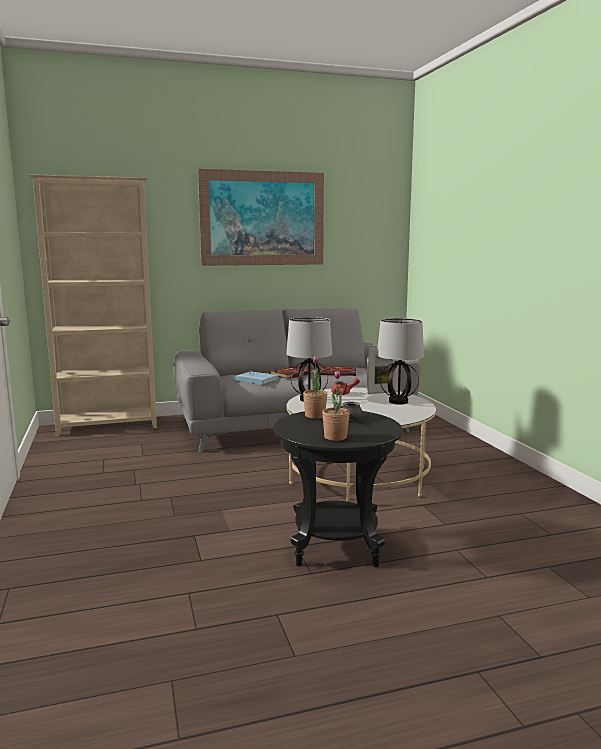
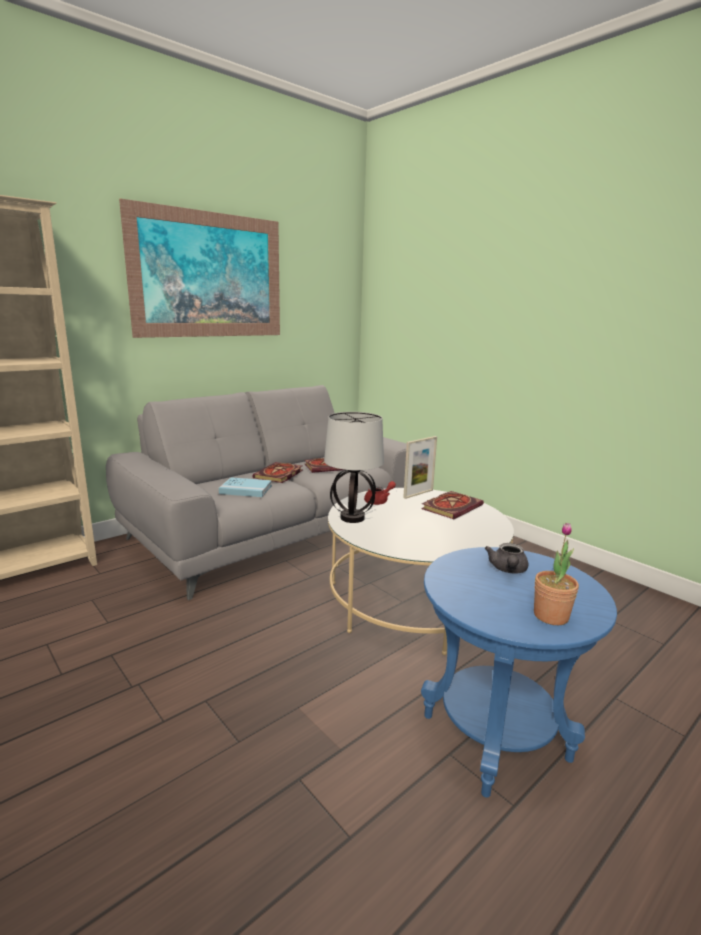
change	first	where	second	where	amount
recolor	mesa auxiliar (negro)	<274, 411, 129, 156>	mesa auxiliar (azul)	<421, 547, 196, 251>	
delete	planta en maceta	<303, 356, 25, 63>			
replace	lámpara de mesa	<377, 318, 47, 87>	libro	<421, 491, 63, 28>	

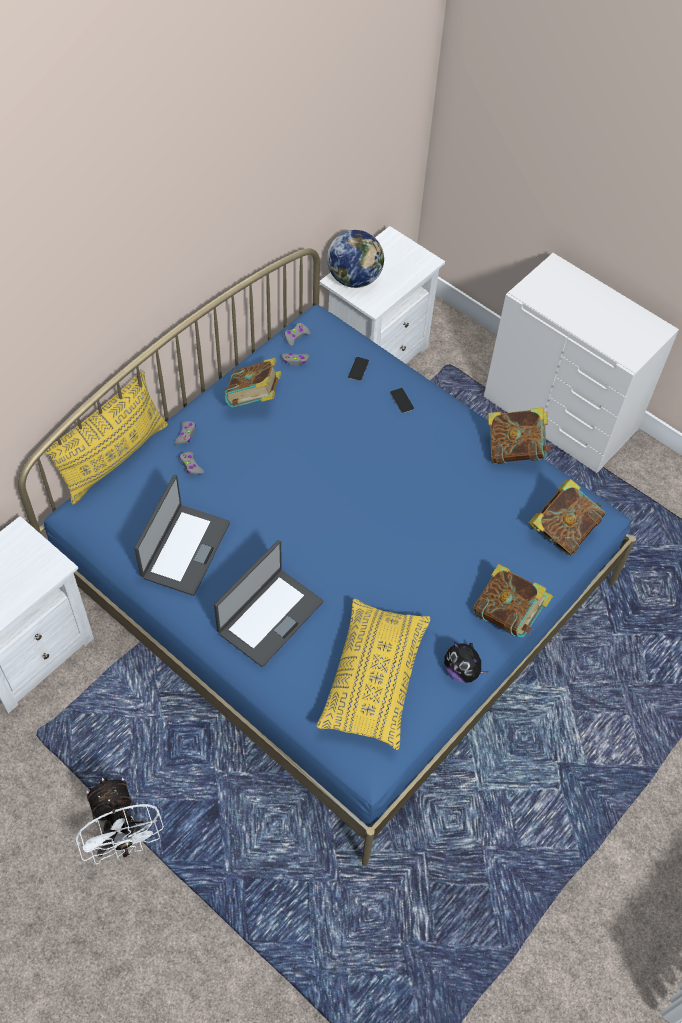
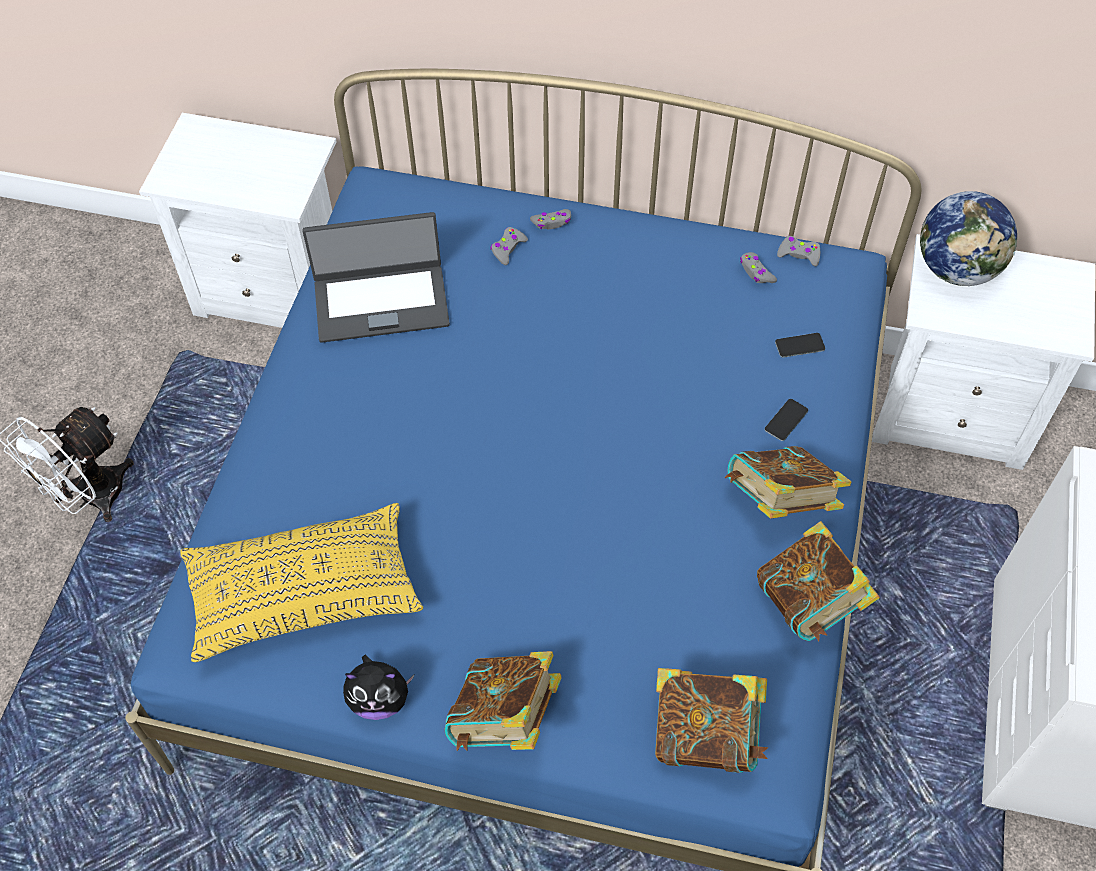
change	first	where	second	where	amount
delete	cojín (amarillo)	<45, 370, 123, 135>			
delete	portátil	<214, 540, 109, 127>			
move	libro	<225, 358, 57, 50>		<725, 446, 126, 73>	
rotate	peluche	<444, 641, 44, 42>		<343, 655, 71, 65>	105 degrees counterclockwise

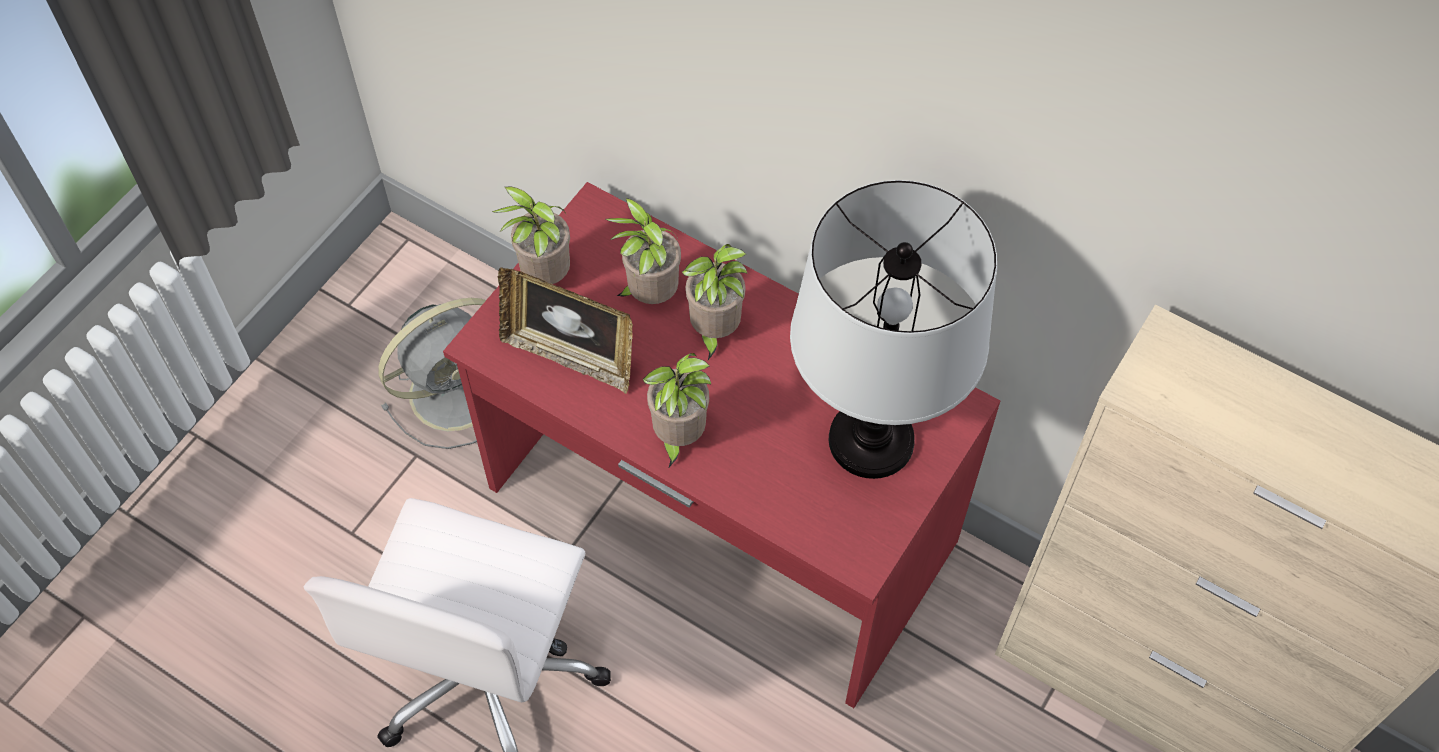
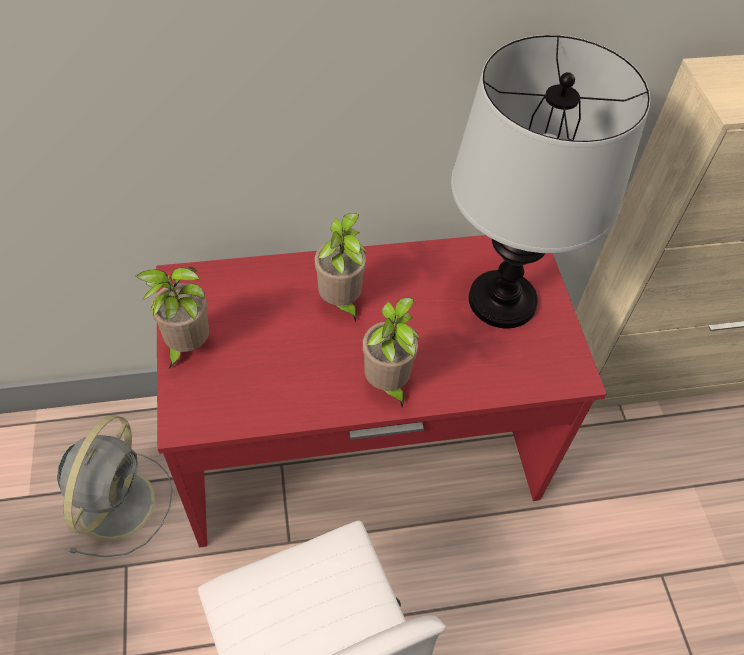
change	first	where	second	where	amount
delete	portarretratos	<498, 267, 135, 127>			
delete	planta en maceta	<606, 198, 75, 106>			

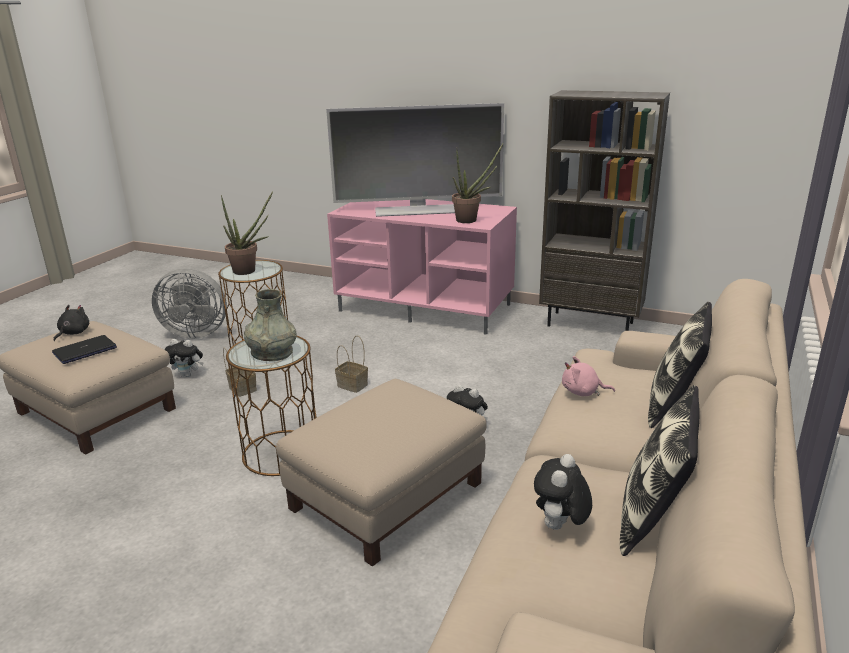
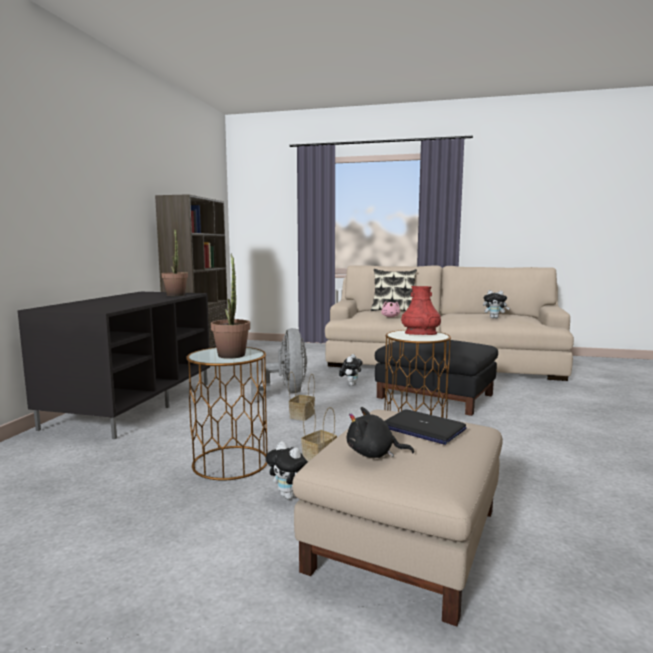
change	first	where	second	where	amount
move	ventilador (gris)	<152, 269, 75, 70>		<251, 328, 56, 73>	
rotate	peluche	<164, 339, 40, 38>		<265, 441, 43, 59>	135 degrees clockwise
recolor	florero (gris)	<244, 289, 53, 72>	florero (rojo)	<401, 286, 40, 49>	
recolor	puf (beis)	<276, 379, 211, 187>	puf (negro)	<375, 340, 123, 76>	
delete	televisor	<326, 103, 178, 114>			
recolor	mueble de televisión (rosa)	<327, 199, 190, 136>	mueble de televisión (negro)	<17, 292, 193, 147>	
delete	cojín	<620, 385, 79, 171>			

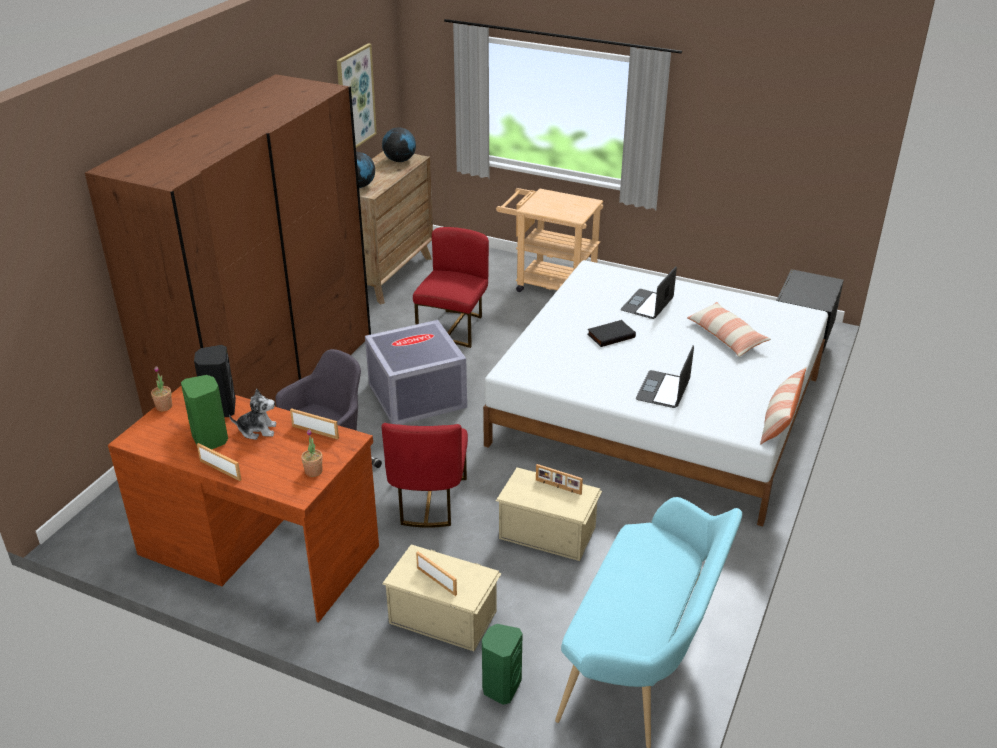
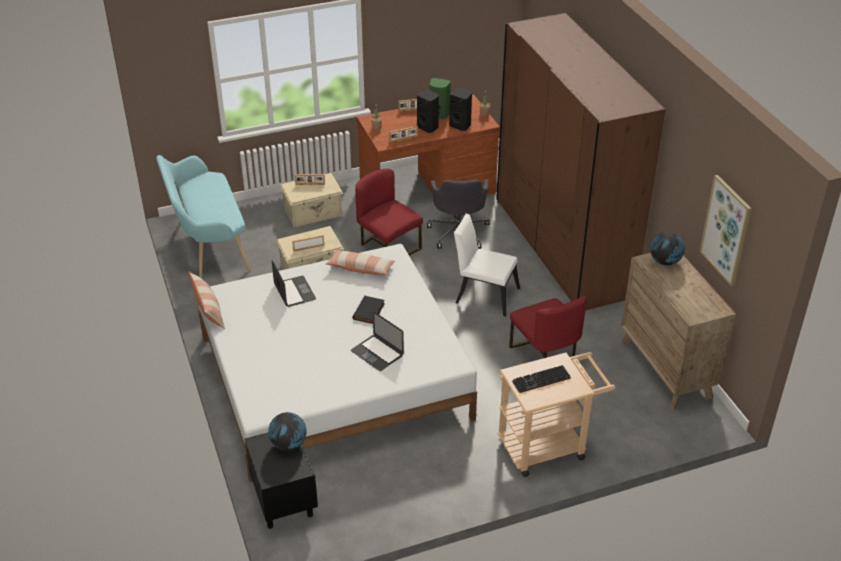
change	first	where	second	where	amount
replace	peluche	<229, 388, 48, 52>	altavoz (negro)	<417, 90, 22, 43>	
replace	caja de almacenaje (gris)	<365, 320, 102, 105>	silla (blanco)	<454, 213, 66, 104>	
move	globo terráqueo	<382, 128, 34, 34>		<268, 412, 38, 39>	
delete	altavoz (verde)	<482, 624, 40, 81>			
rotate	portátil	<621, 266, 56, 53>		<351, 311, 53, 60>	150 degrees clockwise
move	cojín	<687, 302, 84, 55>		<325, 250, 70, 25>	
insert			teclado	<512, 365, 59, 28>	

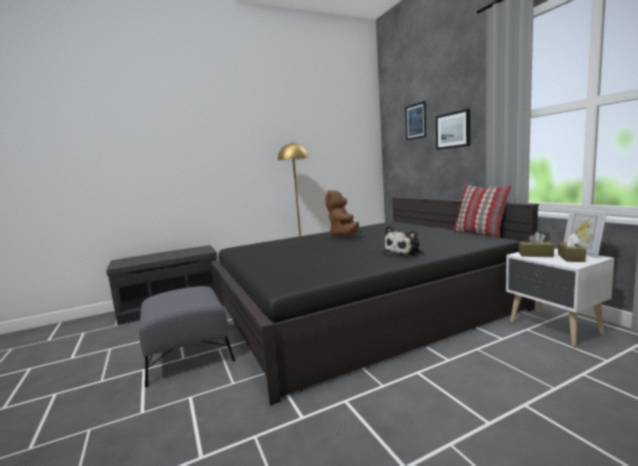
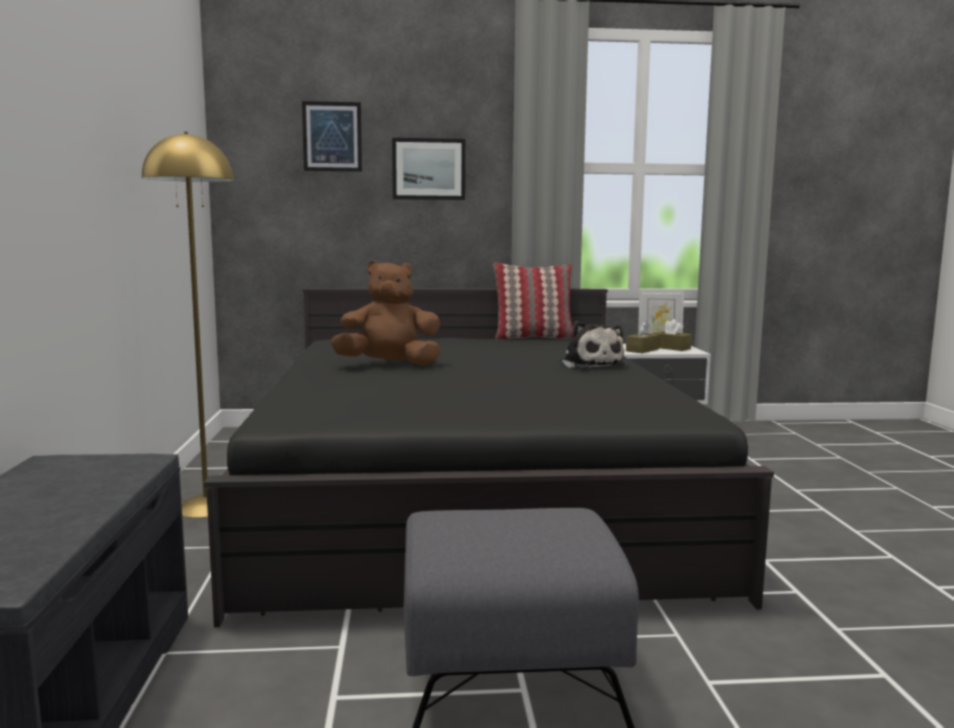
change	first	where	second	where	amount
rotate	peluche (marrón)	<325, 190, 34, 47>		<330, 260, 111, 106>	150 degrees clockwise

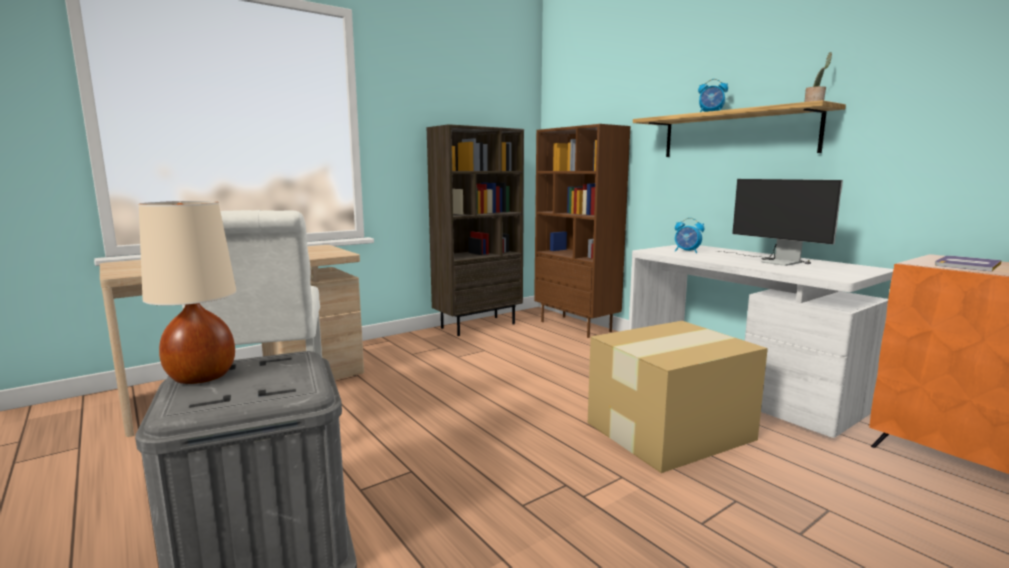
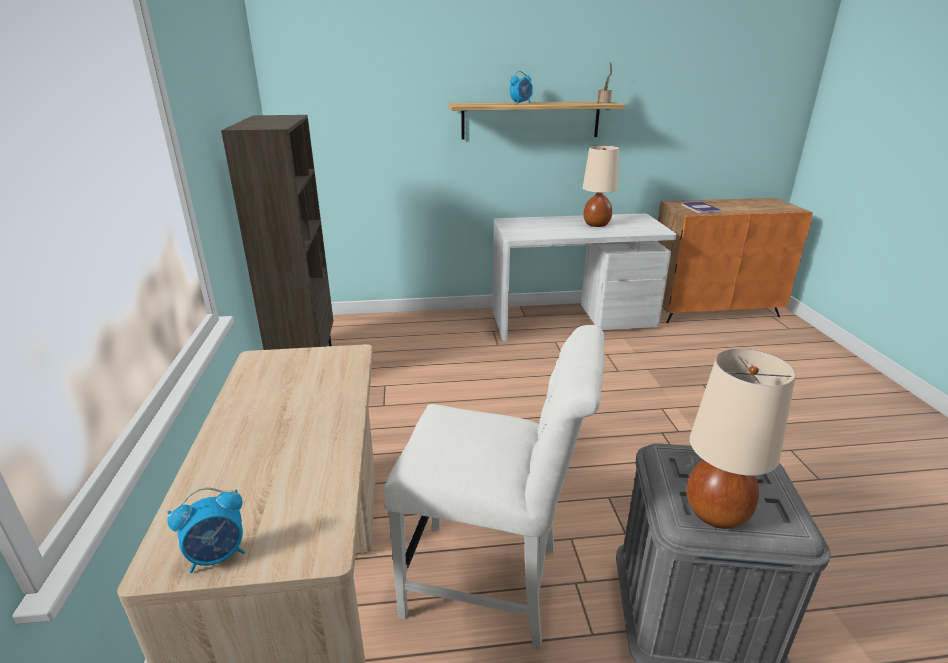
change	first	where	second	where	amount
delete	estantería (marrón)	<534, 124, 96, 214>			
delete	caja de cartón	<588, 321, 180, 152>			
move	despertador	<675, 218, 30, 35>		<167, 487, 78, 86>	
replace	monitor	<720, 179, 123, 87>	lámpara de mesa (beis)	<583, 145, 36, 82>	

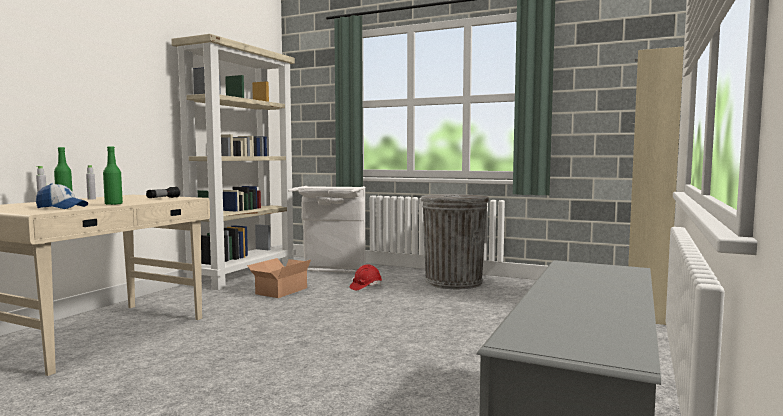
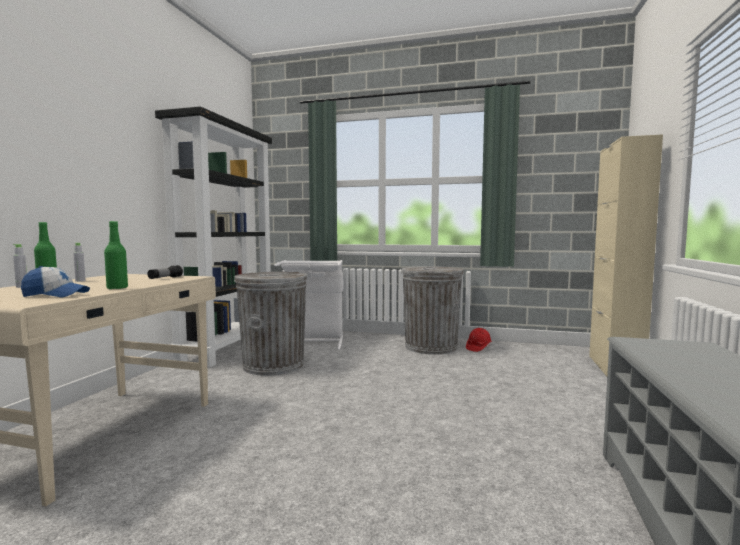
change	first	where	second	where	amount
recolor	estantería (beis)	<171, 34, 125, 256>	estantería (negro)	<155, 106, 117, 262>	
replace	caja de cartón	<247, 258, 64, 40>	papelera (gris)	<234, 272, 74, 104>	
move	casco (rojo)	<350, 264, 32, 26>		<466, 328, 26, 24>	

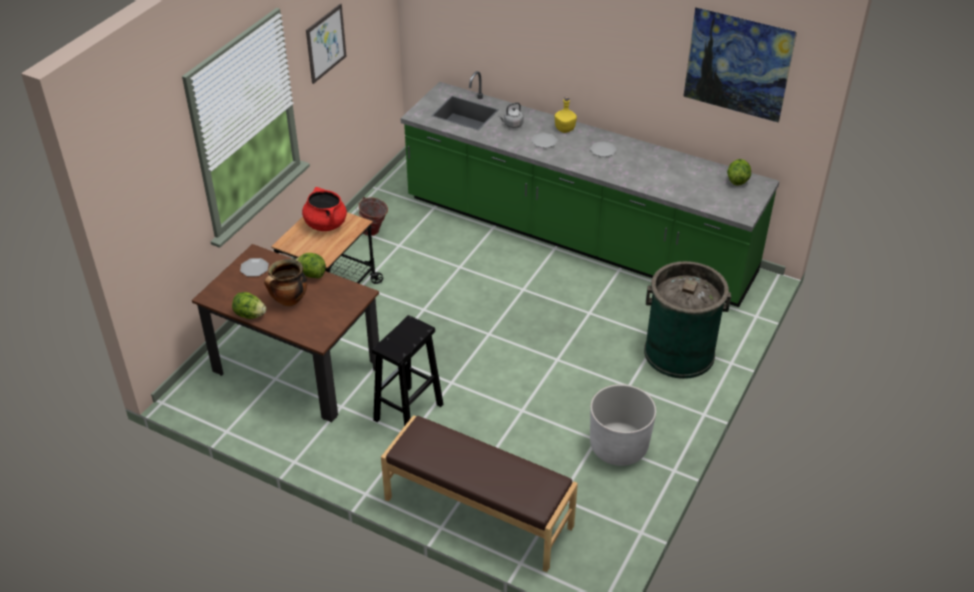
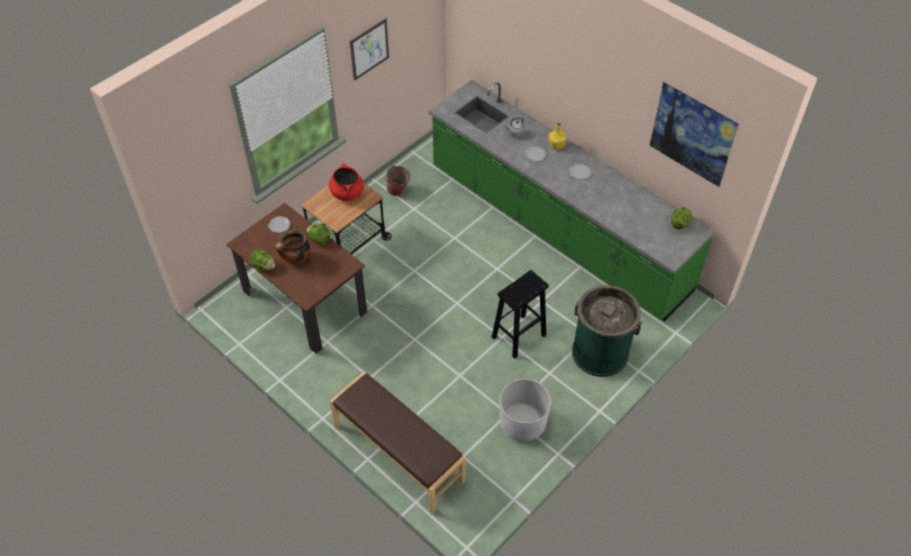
change	first	where	second	where	amount
move	taburete (negro)	<372, 315, 71, 111>		<492, 270, 57, 89>	

